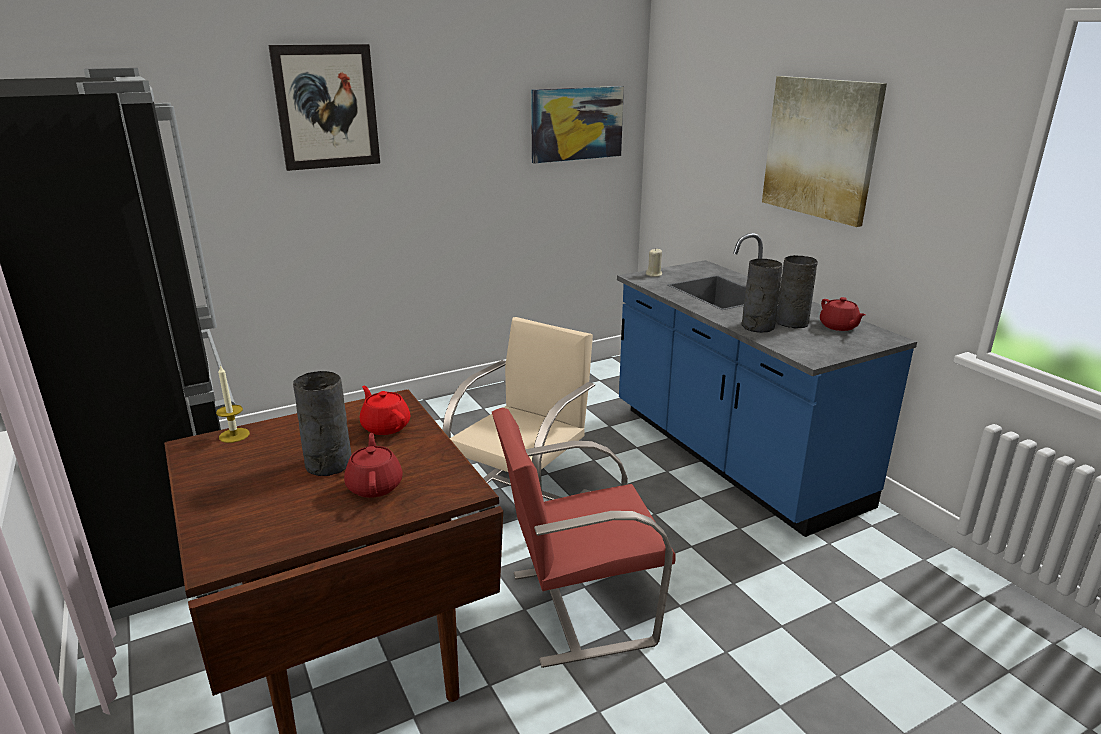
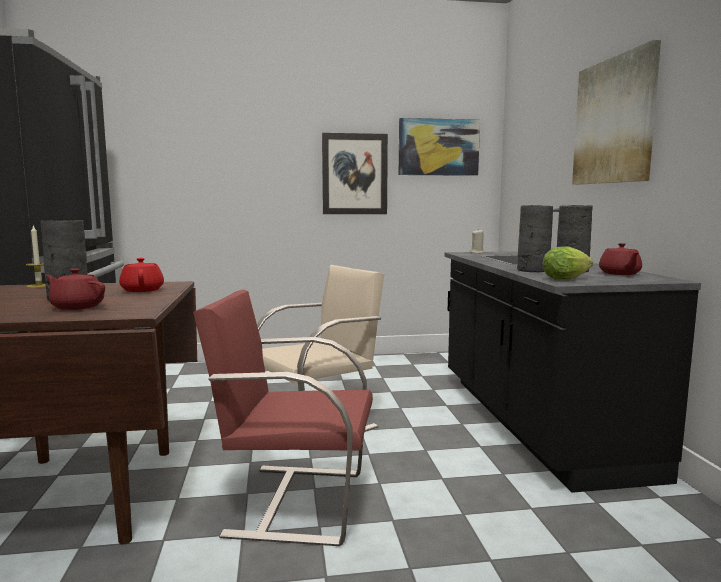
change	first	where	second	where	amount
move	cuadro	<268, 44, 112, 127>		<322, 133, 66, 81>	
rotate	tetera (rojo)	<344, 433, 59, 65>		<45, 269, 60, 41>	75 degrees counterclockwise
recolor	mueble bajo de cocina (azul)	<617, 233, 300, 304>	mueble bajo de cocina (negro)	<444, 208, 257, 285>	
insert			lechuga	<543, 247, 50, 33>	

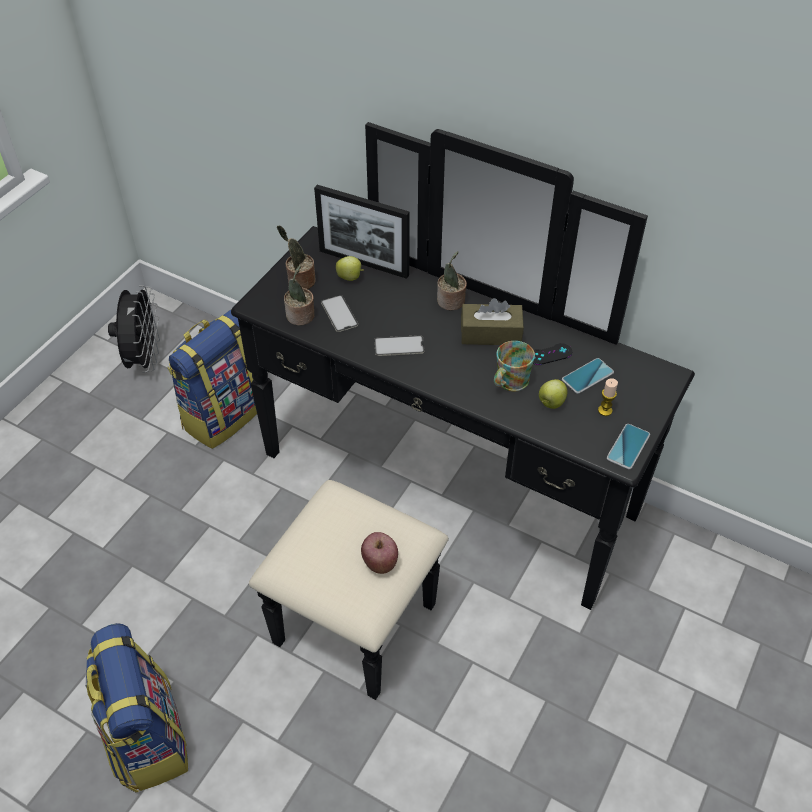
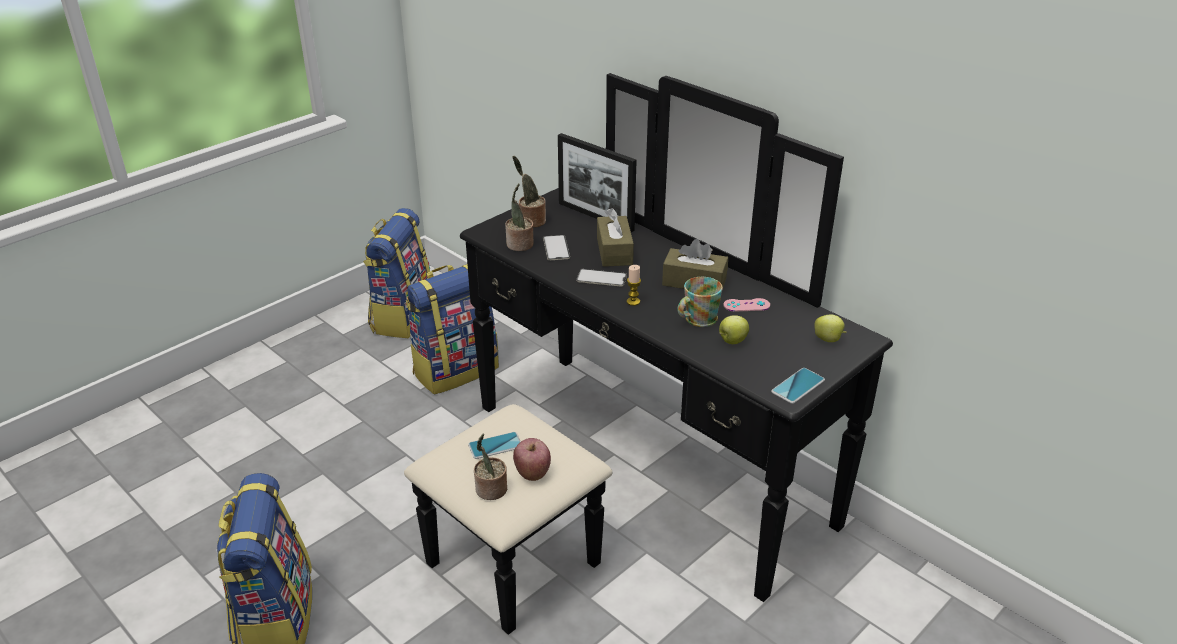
change	first	where	second	where	amount
replace	ventilador (negro)	<108, 285, 52, 88>	mochila	<363, 208, 67, 130>	
move	manzana	<336, 256, 28, 25>		<814, 314, 33, 28>	
move	planta en maceta	<437, 251, 30, 59>		<474, 434, 33, 66>	
recolor	mando de consola (negro)	<533, 343, 39, 22>	mando de consola (rosa)	<724, 298, 46, 14>	
move	móvil	<562, 358, 52, 36>		<468, 432, 53, 27>	
move	vela	<598, 378, 20, 38>		<627, 265, 14, 41>	
insert			caja de pañuelos (marrón)	<597, 208, 37, 59>	

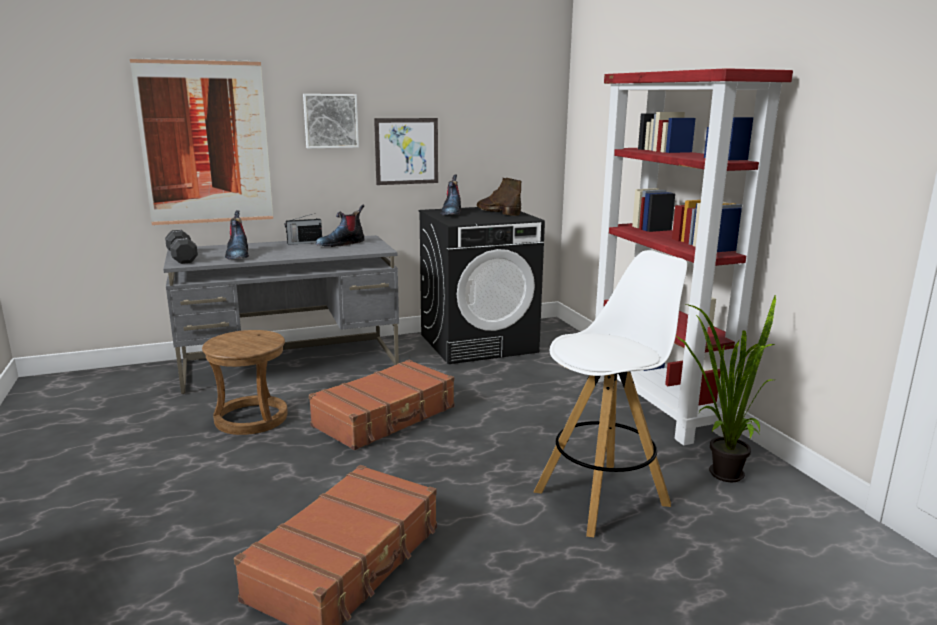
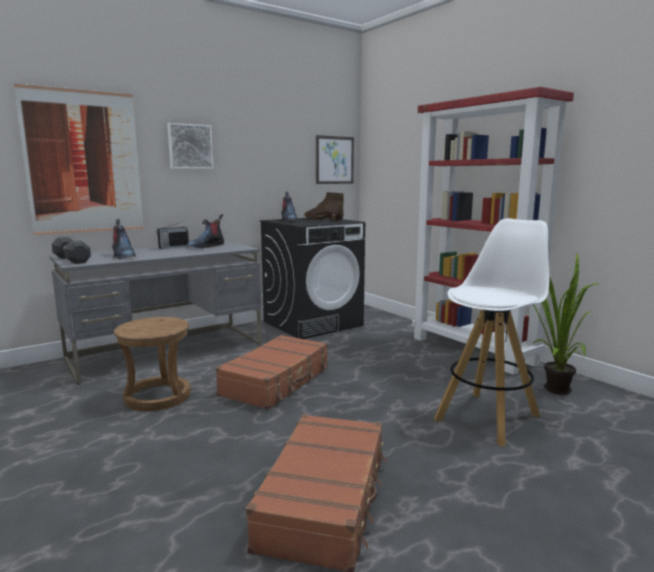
change	first	where	second	where	amount
move	cuadro	<374, 118, 64, 67>		<316, 135, 38, 49>	

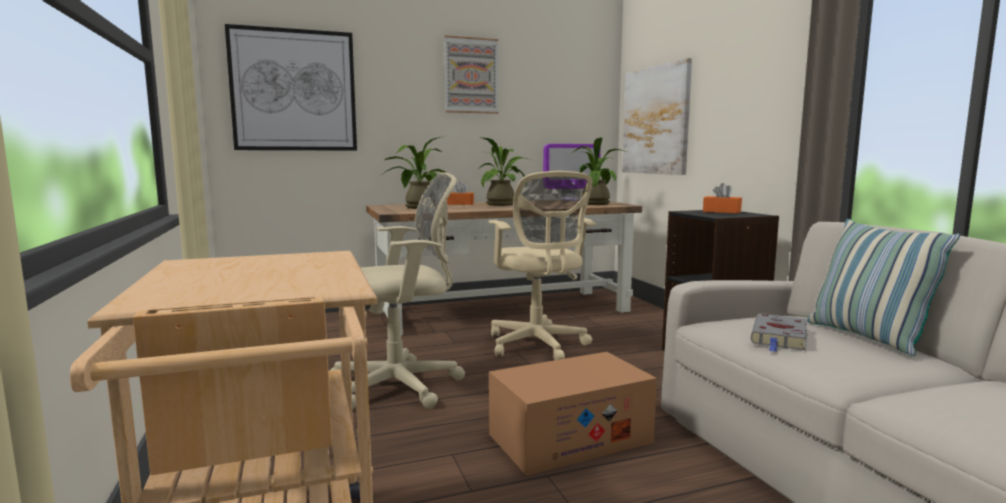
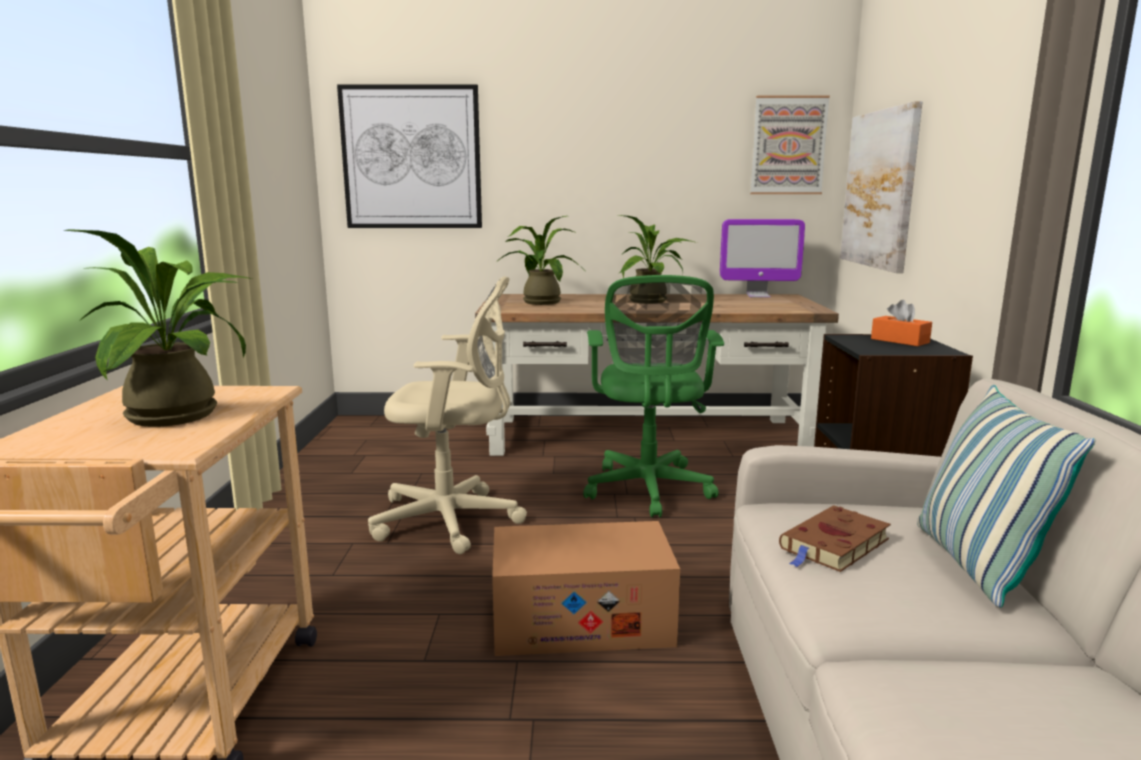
change	first	where	second	where	amount
move	cuadro	<444, 35, 54, 79>		<750, 96, 80, 98>	
delete	caja de pañuelos (naranja)	<447, 182, 27, 23>			
recolor	silla de oficina (beis)	<489, 171, 107, 189>	silla de oficina (verde)	<583, 275, 141, 242>	
move	planta en maceta	<571, 137, 56, 68>		<64, 230, 188, 197>	
recolor	libro (gris)	<751, 313, 56, 39>	libro (marrón)	<779, 505, 112, 67>	

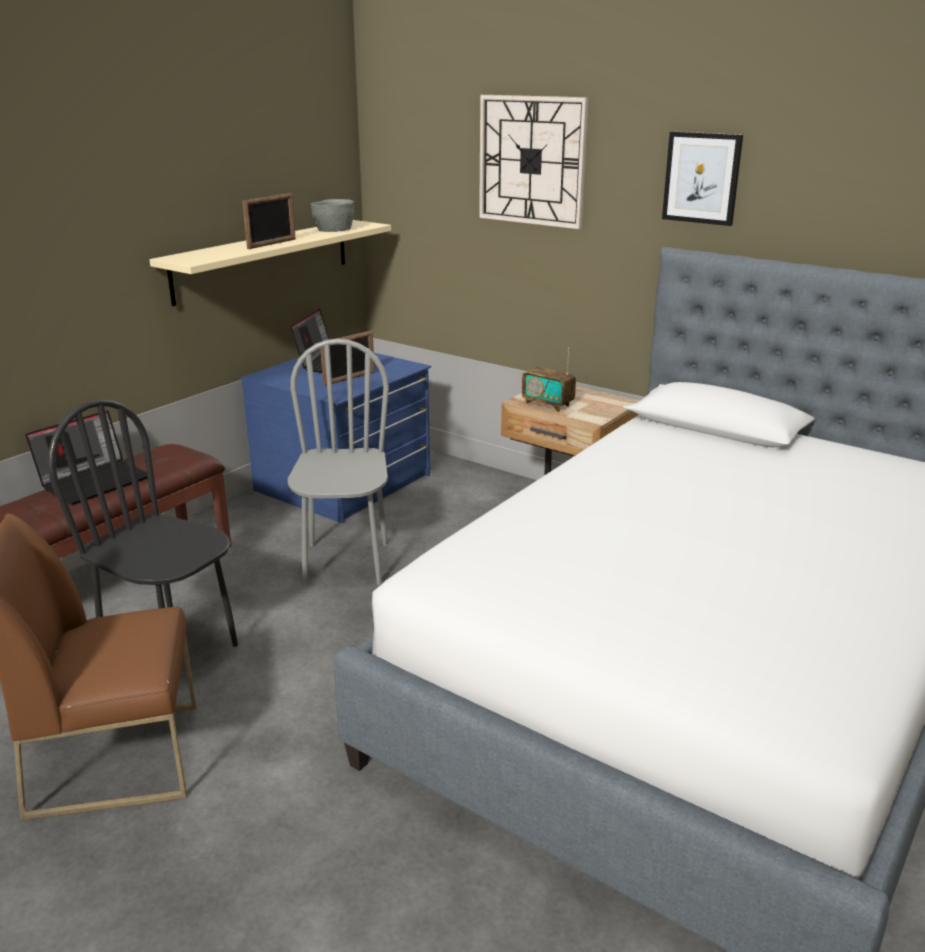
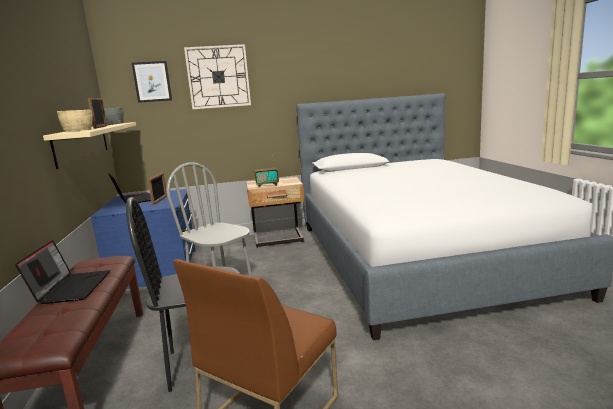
change	first	where	second	where	amount
move	cuadro	<662, 131, 81, 95>		<132, 61, 40, 42>	
insert			cuenco (beis)	<57, 110, 36, 21>	

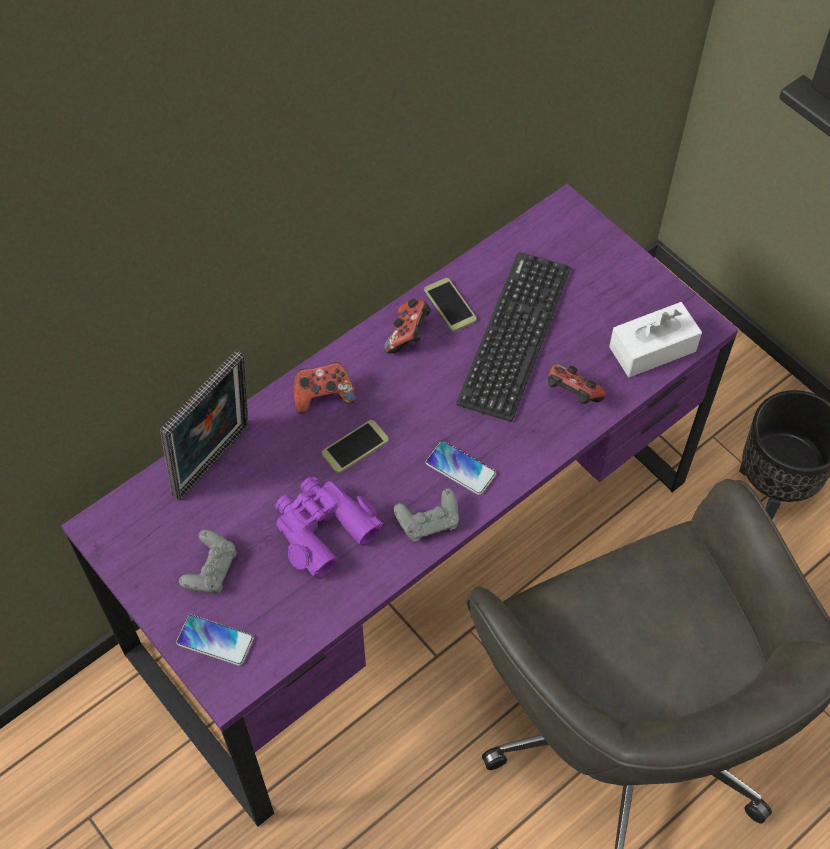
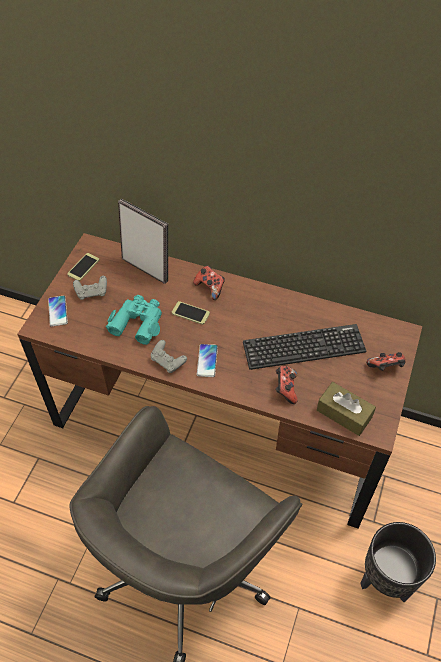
change	first	where	second	where	amount
recolor	escritorio (morado)	<61, 184, 677, 643>	escritorio (marrón)	<17, 233, 405, 295>	
rotate	portarretratos	<160, 350, 89, 151>		<118, 199, 50, 85>	150 degrees counterclockwise
recolor	prismáticos (morado)	<275, 477, 108, 102>	prismáticos (turquesa)	<106, 295, 56, 50>	
move	mando de consola	<384, 299, 47, 55>		<366, 352, 40, 19>	
move	móvil	<424, 278, 53, 54>		<67, 253, 32, 28>	
recolor	caja de pañuelos (blanco)	<609, 302, 93, 76>	caja de pañuelos (marrón)	<317, 382, 59, 54>	

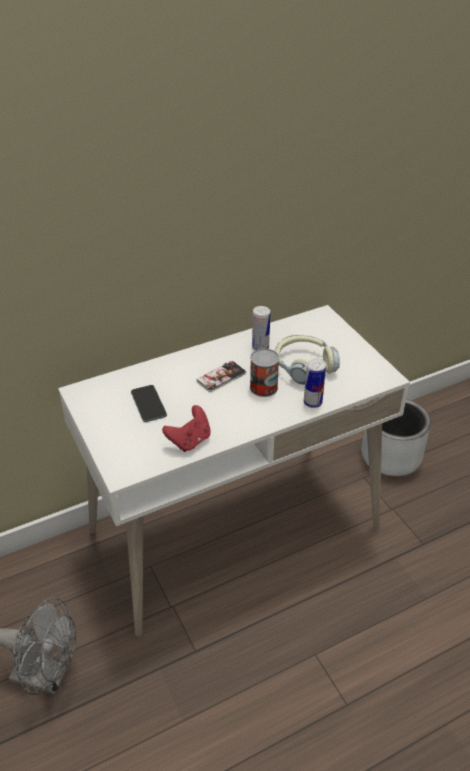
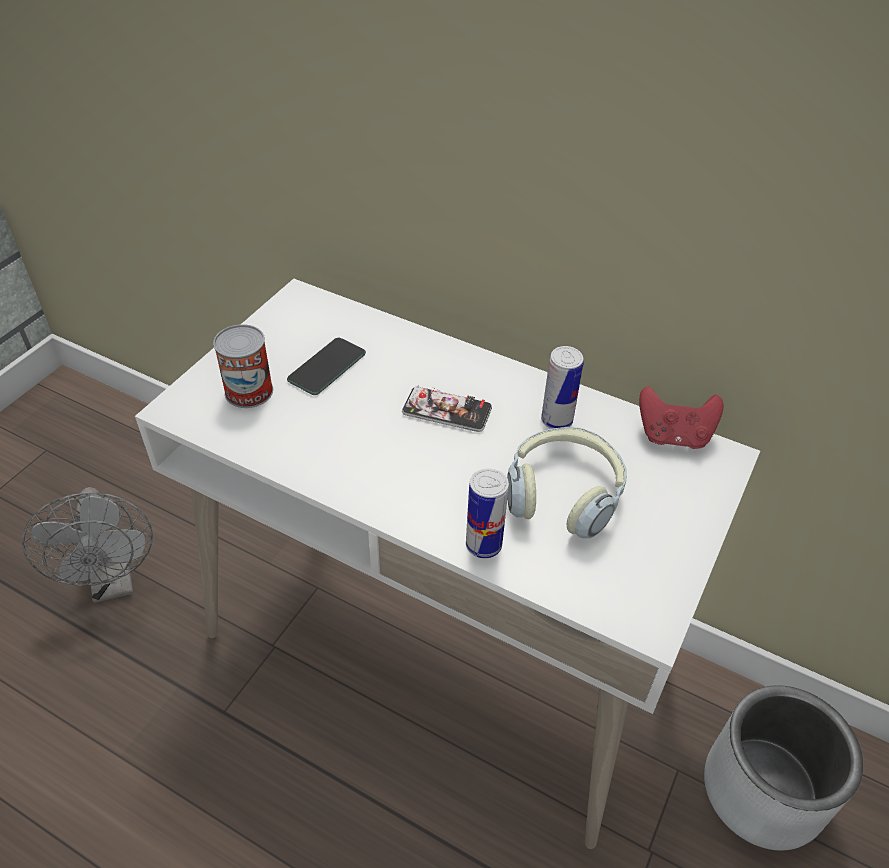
change	first	where	second	where	amount
move	mando de consola (rojo)	<162, 405, 49, 47>		<639, 386, 84, 63>	
move	lata	<250, 348, 29, 49>		<213, 324, 60, 84>	

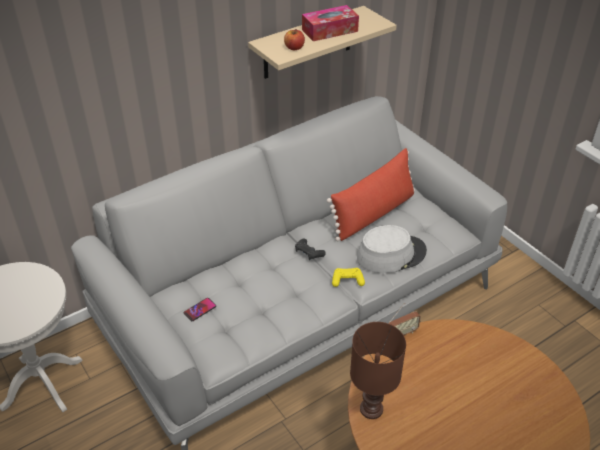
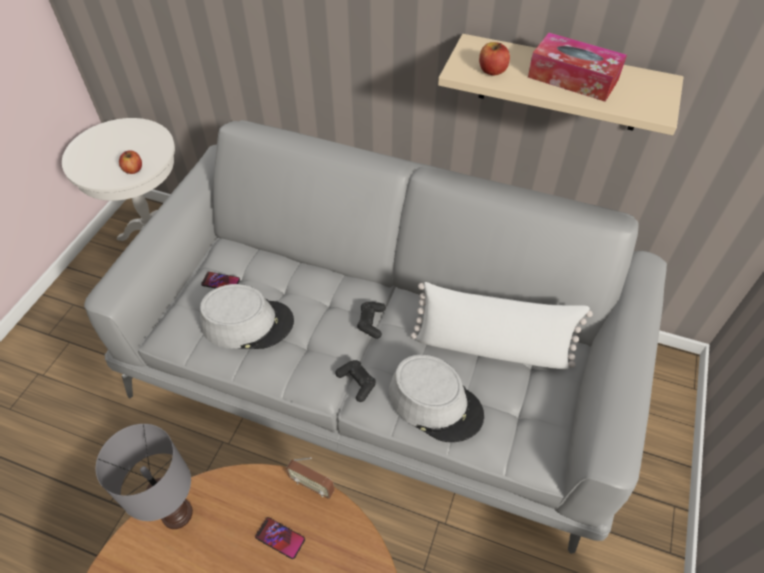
change	first	where	second	where	amount
recolor	cojín (rojo)	<327, 148, 88, 93>	cojín (blanco)	<410, 282, 183, 87>	
recolor	mando de consola (amarillo)	<332, 268, 33, 19>	mando de consola (negro)	<335, 360, 41, 42>	
recolor	lámpara de mesa (marrón)	<350, 322, 56, 97>	lámpara de mesa (gris)	<96, 424, 97, 105>	
insert			manzana	<119, 150, 23, 24>	
insert			sombrero (gris)	<200, 284, 94, 65>	
insert			móvil	<255, 517, 50, 42>	

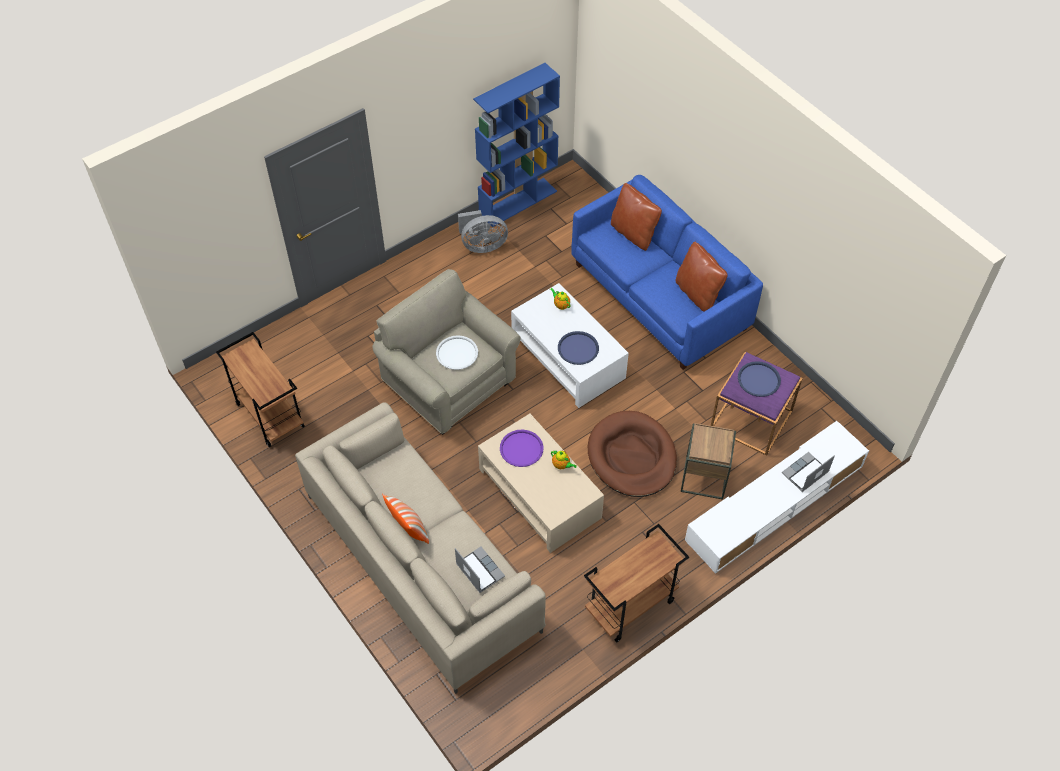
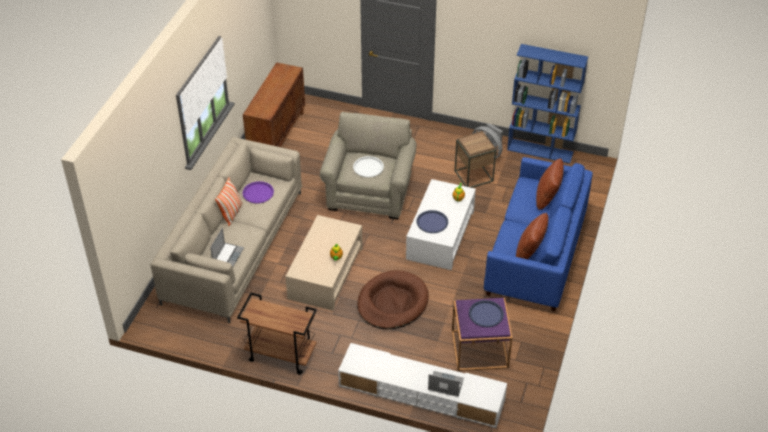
change	first	where	second	where	amount
replace	carrito (marrón)	<216, 332, 89, 115>	armario (marrón)	<243, 62, 62, 85>	
move	bandeja (morado)	<500, 430, 43, 37>		<243, 181, 31, 23>	
move	mesa auxiliar (marrón)	<681, 423, 55, 77>		<455, 131, 41, 57>	

